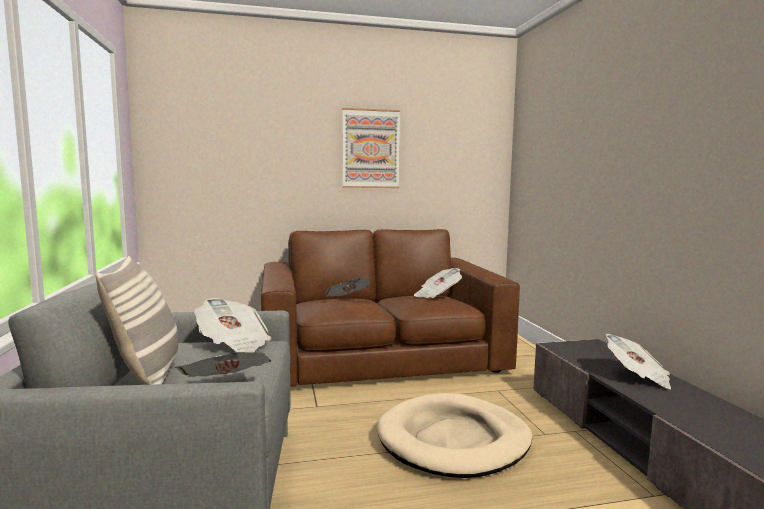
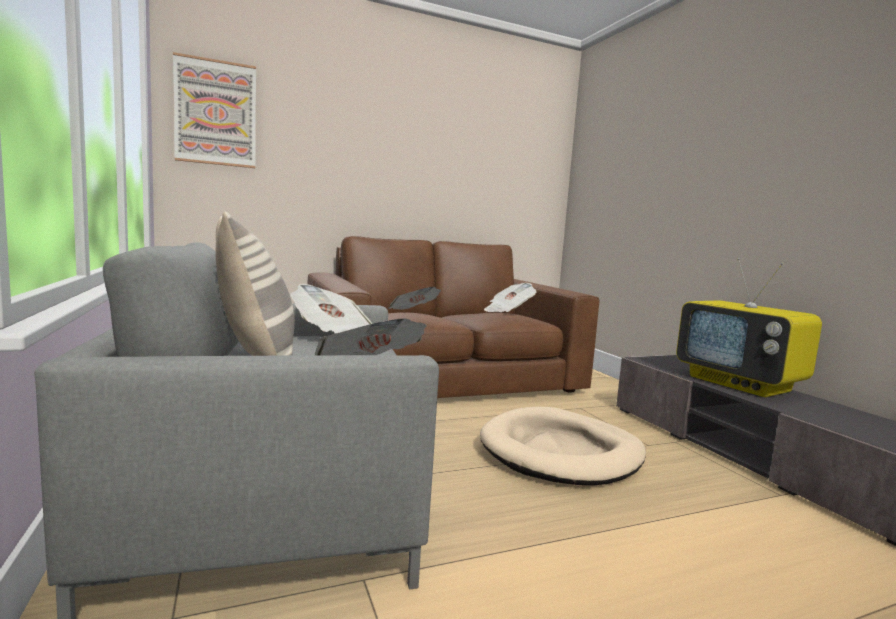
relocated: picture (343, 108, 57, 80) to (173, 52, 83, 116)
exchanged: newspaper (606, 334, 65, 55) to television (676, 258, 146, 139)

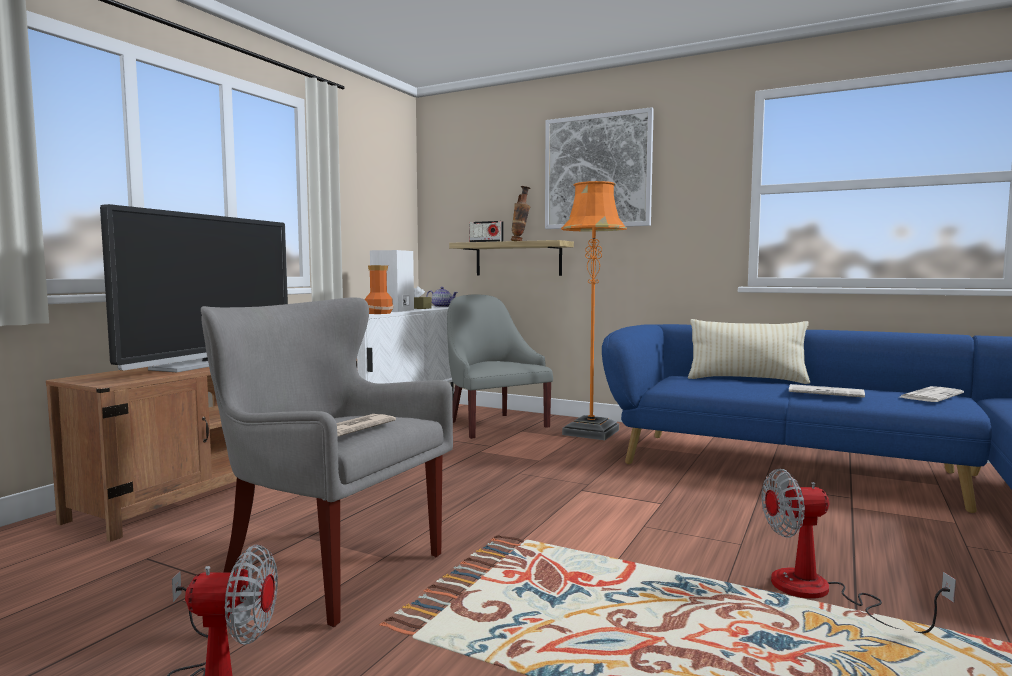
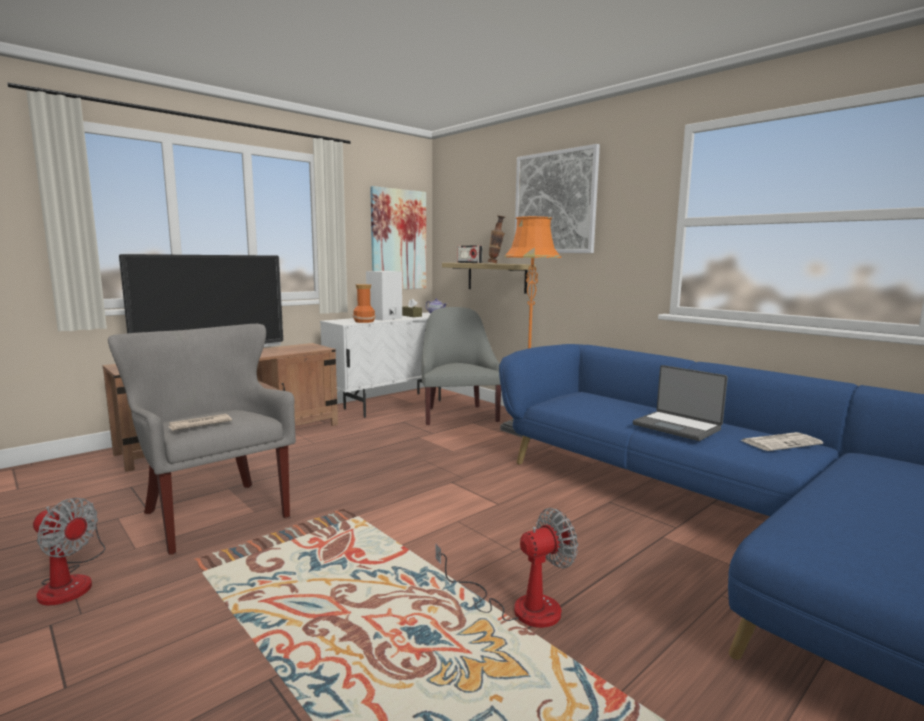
missing: beige pillow (688, 319, 122, 65)
appeared: picture (370, 186, 56, 103)
exchanged: newspaper (789, 384, 76, 14) to laptop (633, 365, 95, 76)
spun: fan (762, 469, 194, 165) = (435, 508, 143, 120) 135 degrees clockwise

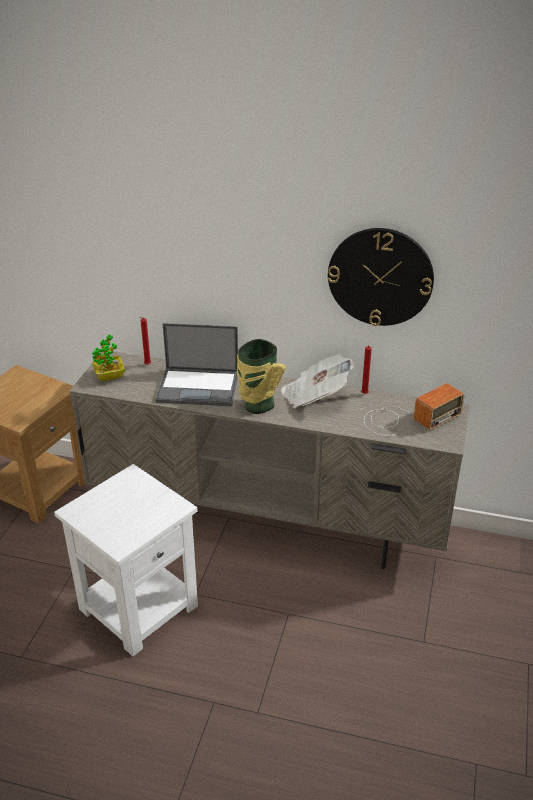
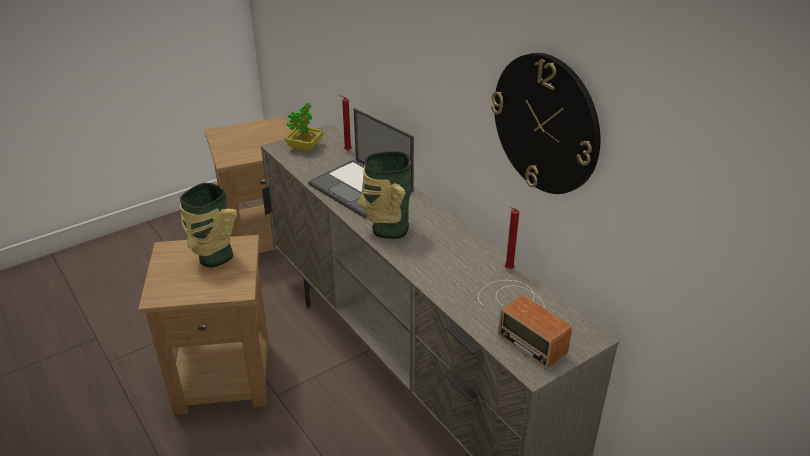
missing: newspaper (281, 355, 73, 53)
appeared: vase (180, 183, 57, 84)
colour: white side table (54, 464, 144, 192) to brown side table (138, 235, 131, 180)
spun: radio (364, 383, 101, 53) = (478, 280, 94, 89) 45 degrees clockwise

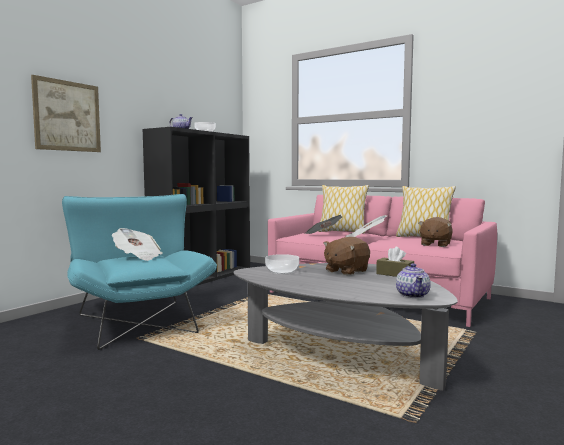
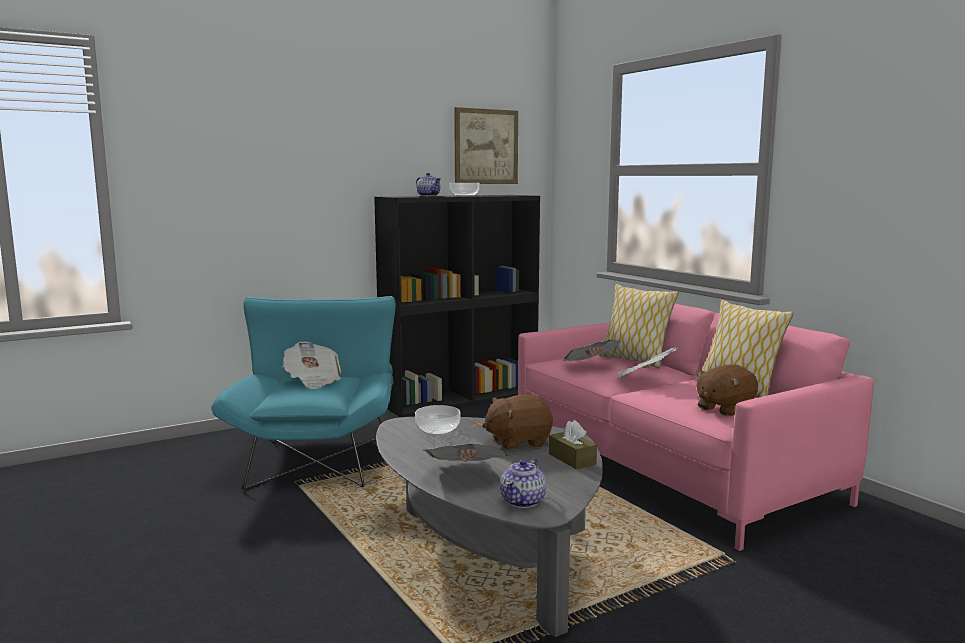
appeared: newspaper (424, 444, 84, 18)
relocated: picture (31, 75, 70, 77) to (454, 107, 64, 77)

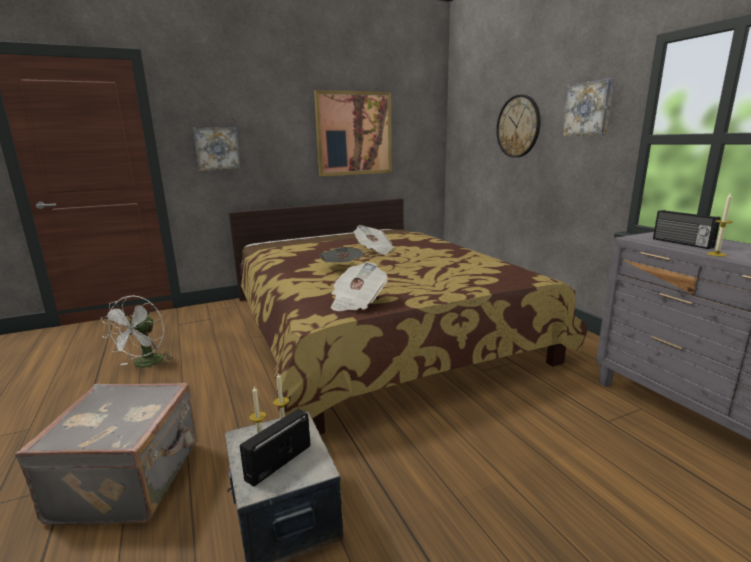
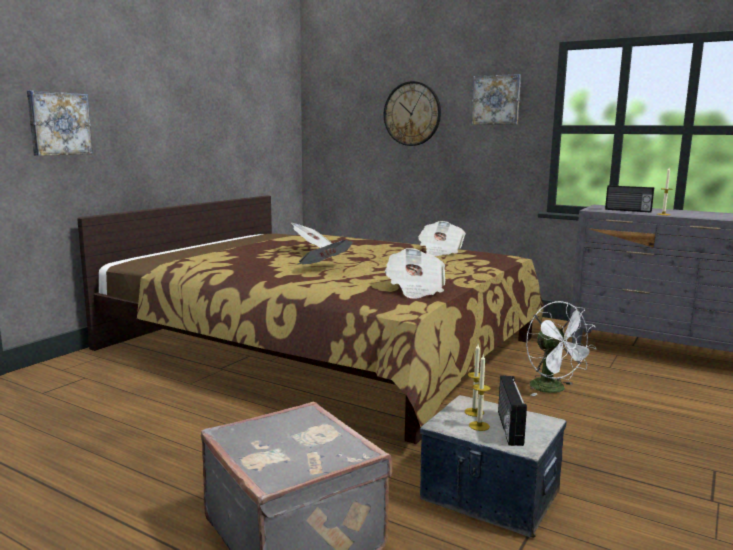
missing: picture (314, 90, 78, 86)
appeared: newspaper (418, 221, 48, 35)
relocated: white fan (101, 295, 72, 73) to (526, 301, 70, 95)

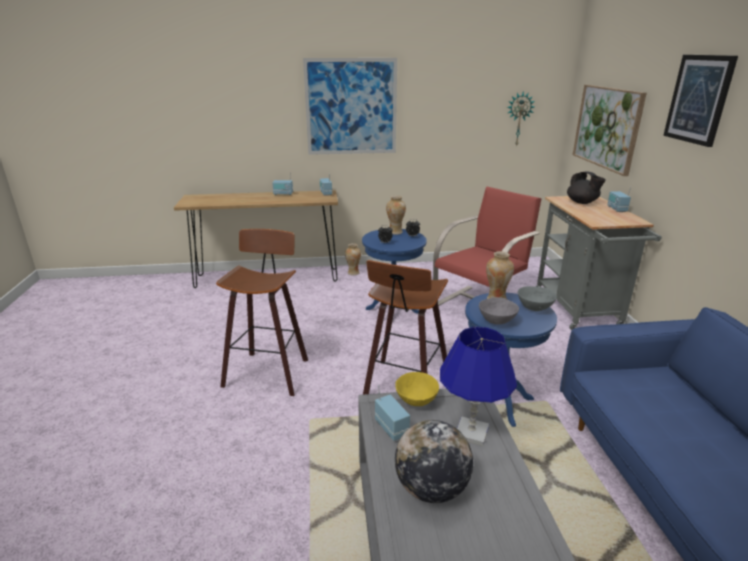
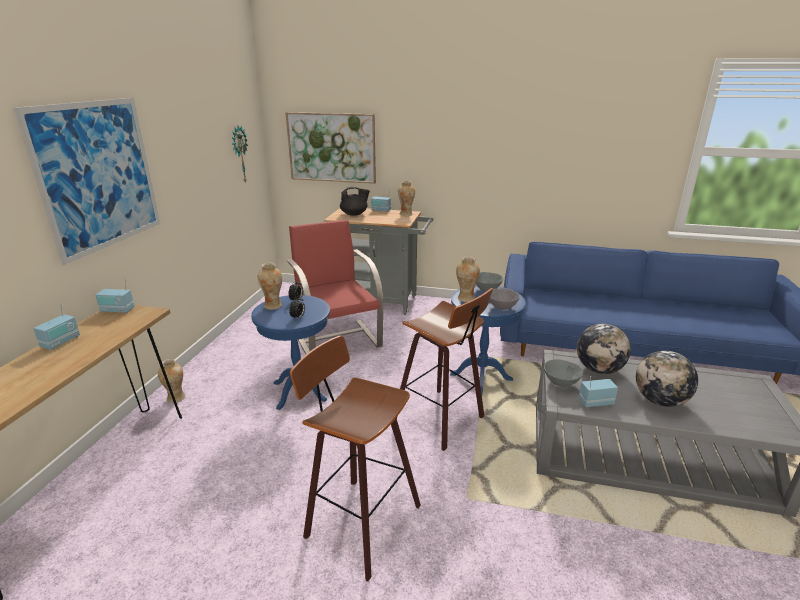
missing: picture (663, 55, 75, 92)
appeared: vase (398, 181, 17, 35)
exchanged: blue table lamp (440, 327, 77, 119) to globe (577, 324, 54, 50)
colour: yellow bowl (395, 372, 44, 34) to grey bowl (544, 359, 39, 28)

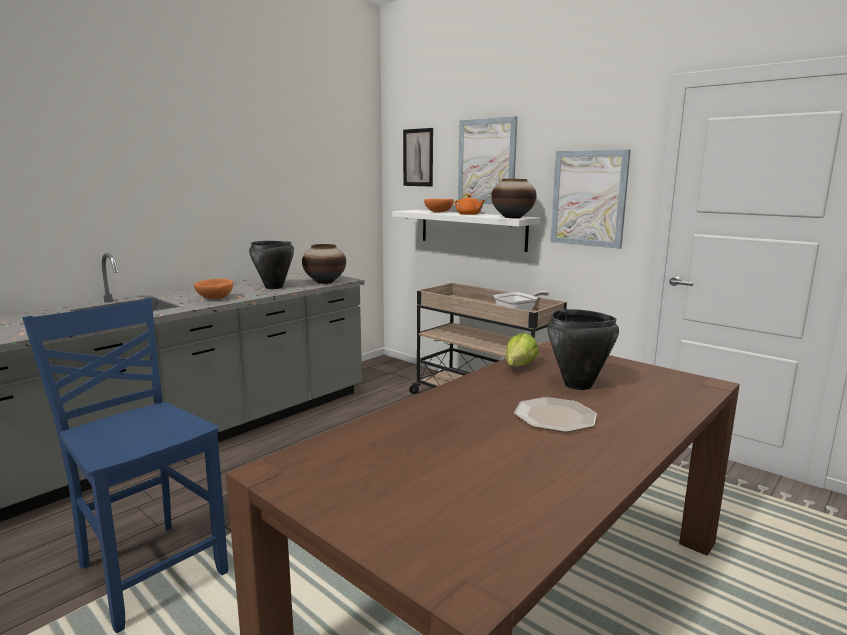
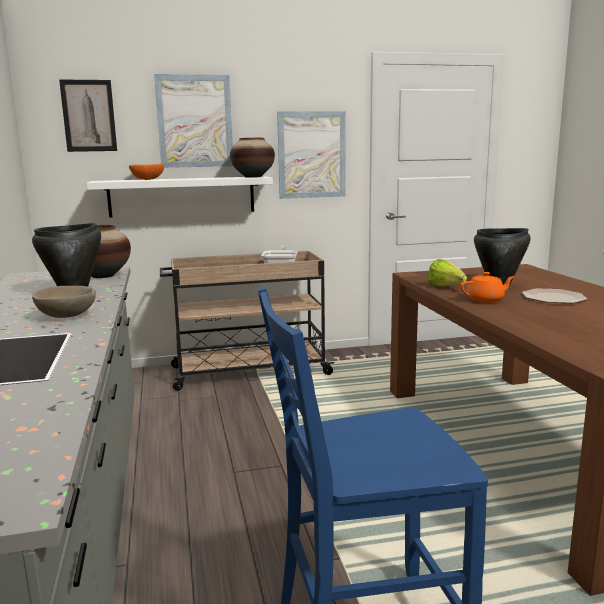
relocated: orange teapot (455, 195, 30, 20) to (460, 272, 55, 31)
colour: orange bowl (194, 278, 39, 21) to beige bowl (32, 286, 64, 32)

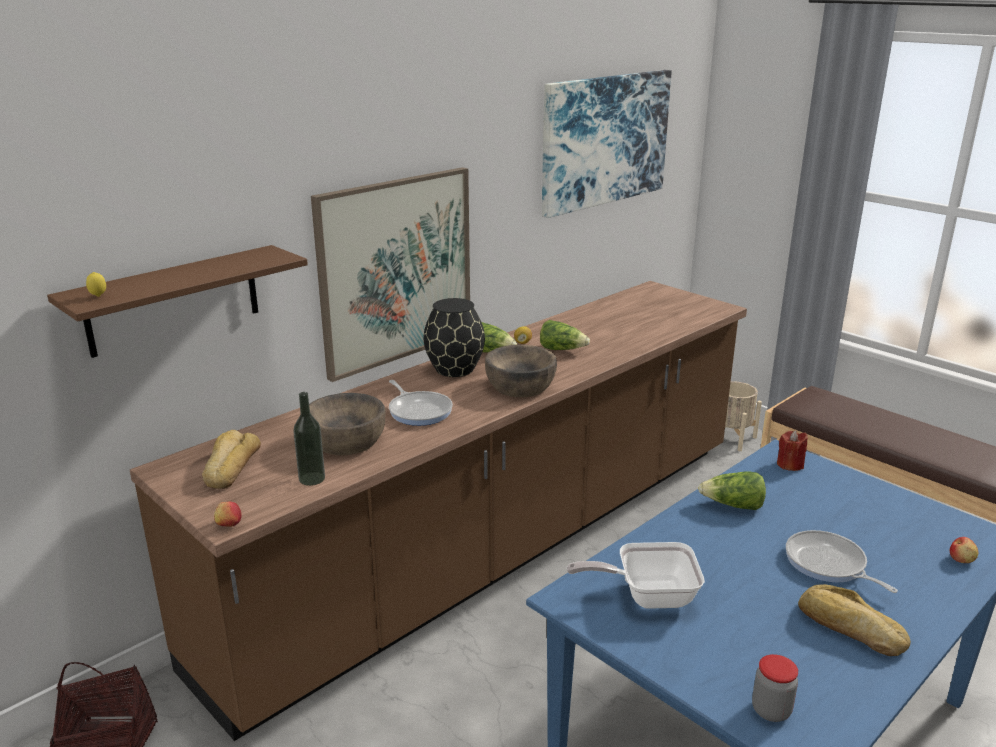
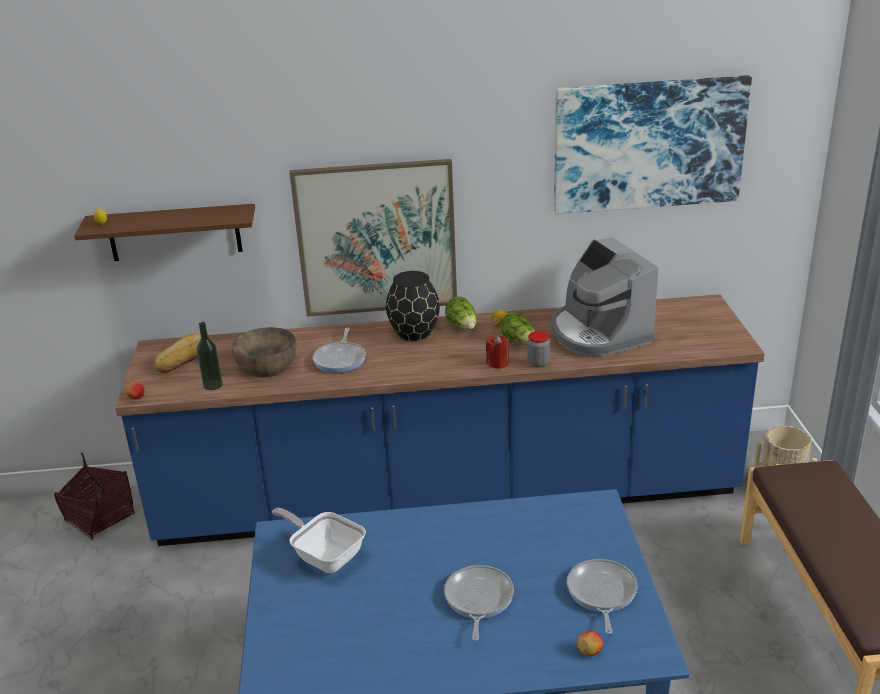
missing: brown bowl (485, 345, 72, 52); lettuce (698, 472, 68, 38); bread (798, 584, 113, 72)
appeared: coffee machine (551, 237, 107, 120); frying pan (567, 559, 70, 75)
relocated: red candle (777, 430, 31, 41) to (486, 335, 23, 34); jar (752, 654, 46, 68) to (527, 331, 23, 37)
colour: brown counter (130, 281, 617, 460) to blue counter (115, 294, 650, 252)

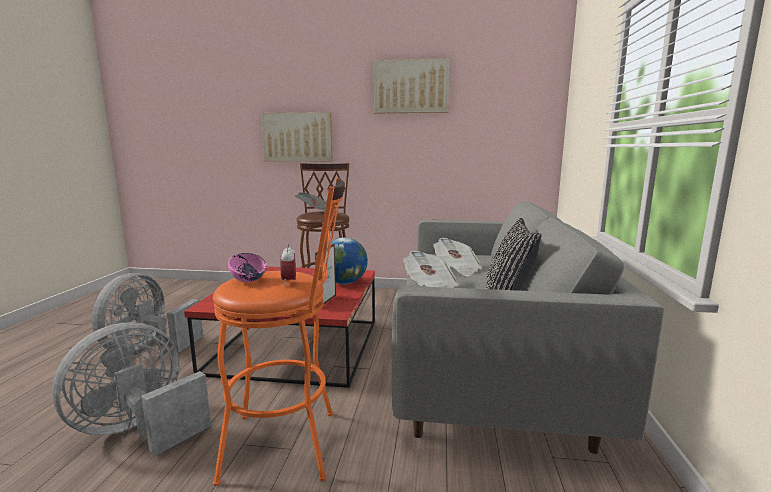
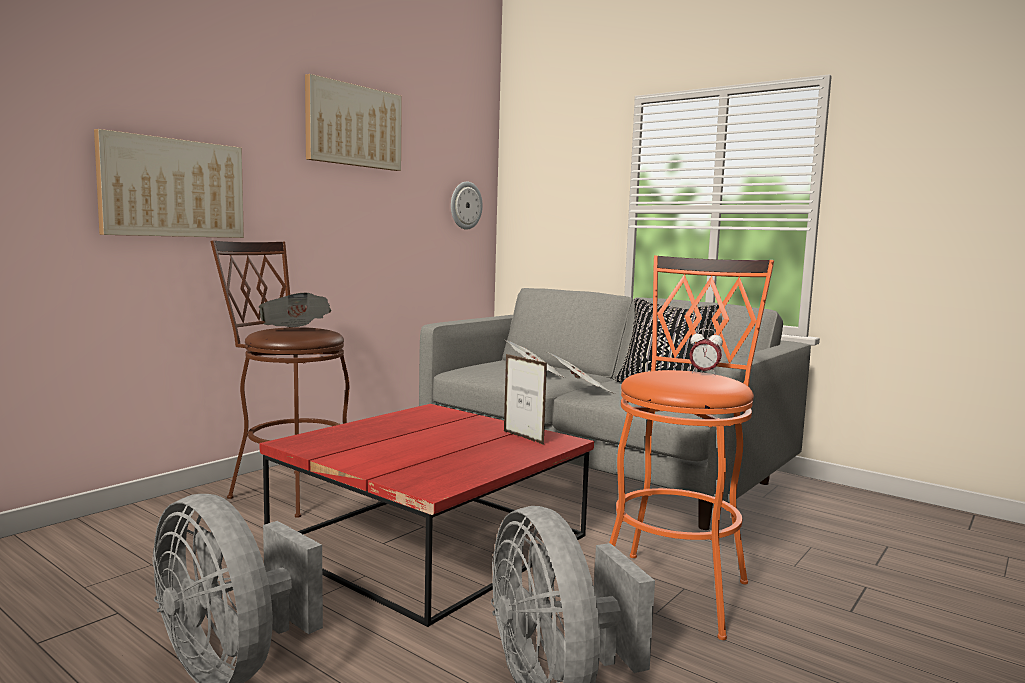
missing: globe (331, 237, 37, 47); pink bowl (228, 253, 39, 29)
appeared: wall clock (451, 182, 32, 48)

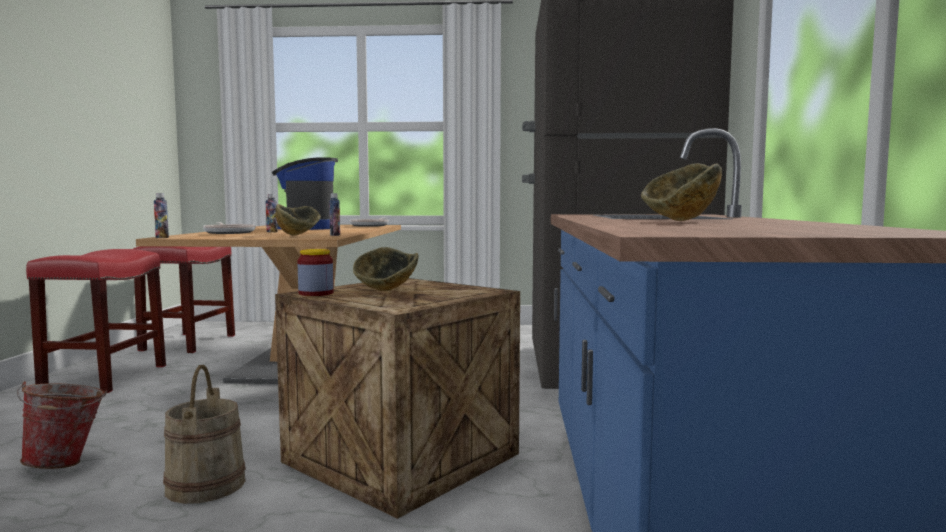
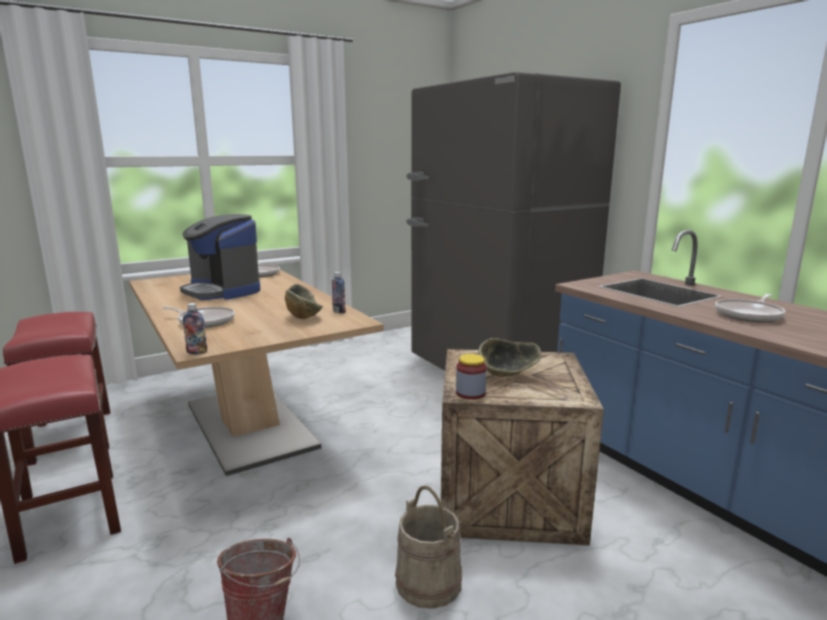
missing: bottle (266, 194, 12, 38)
exchanged: bowl (641, 163, 81, 58) to frying pan (715, 294, 71, 28)

